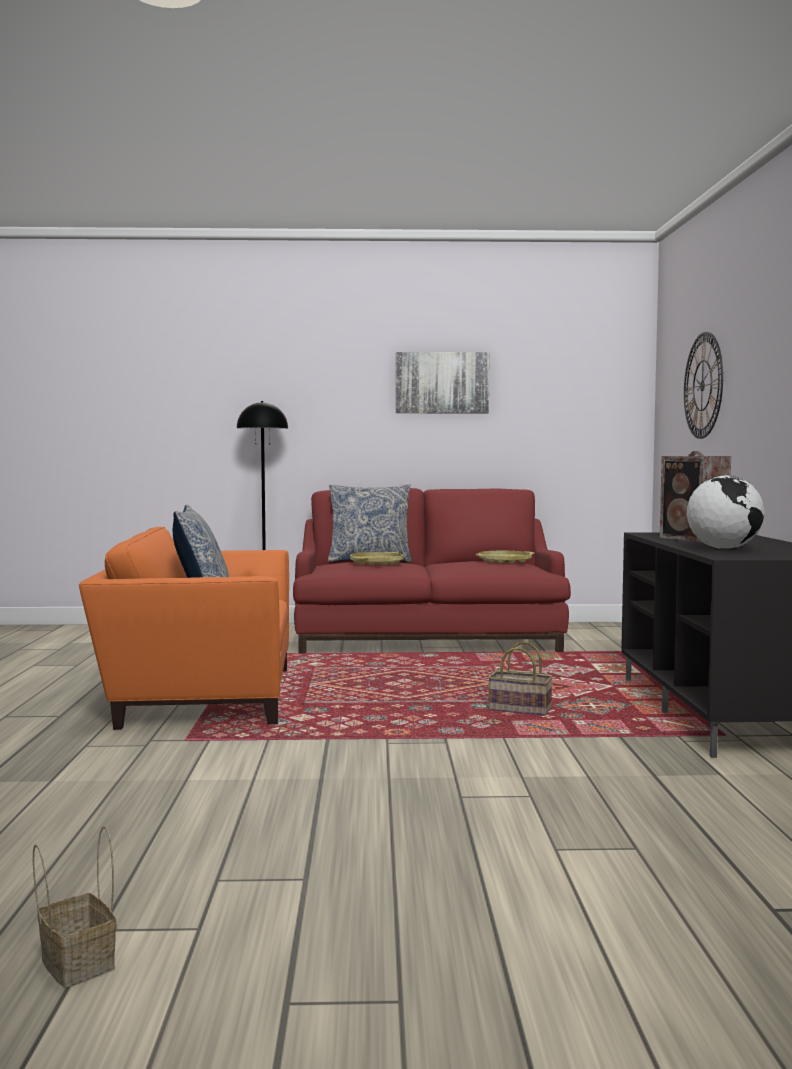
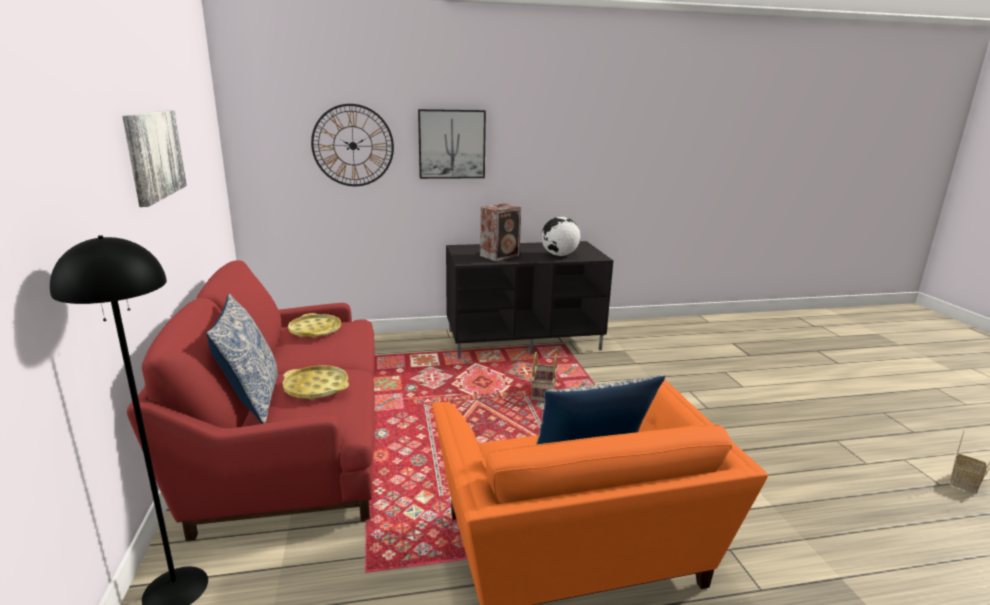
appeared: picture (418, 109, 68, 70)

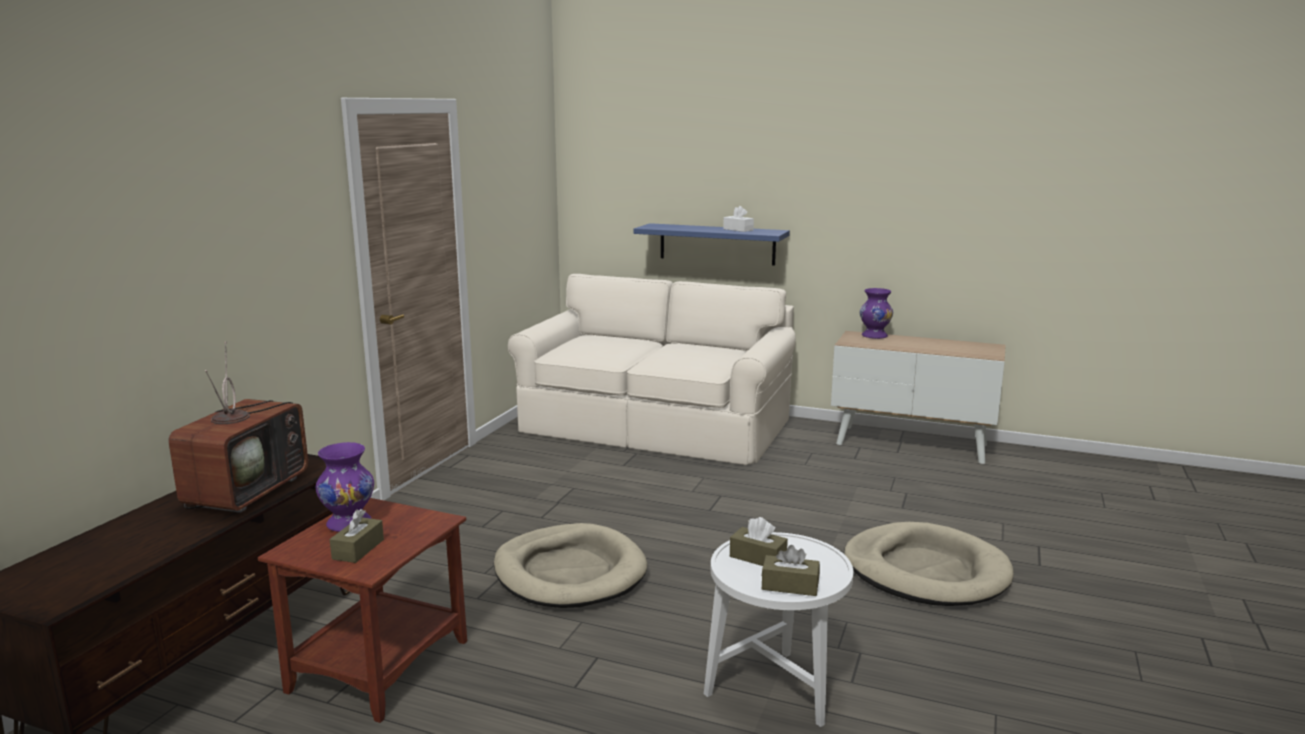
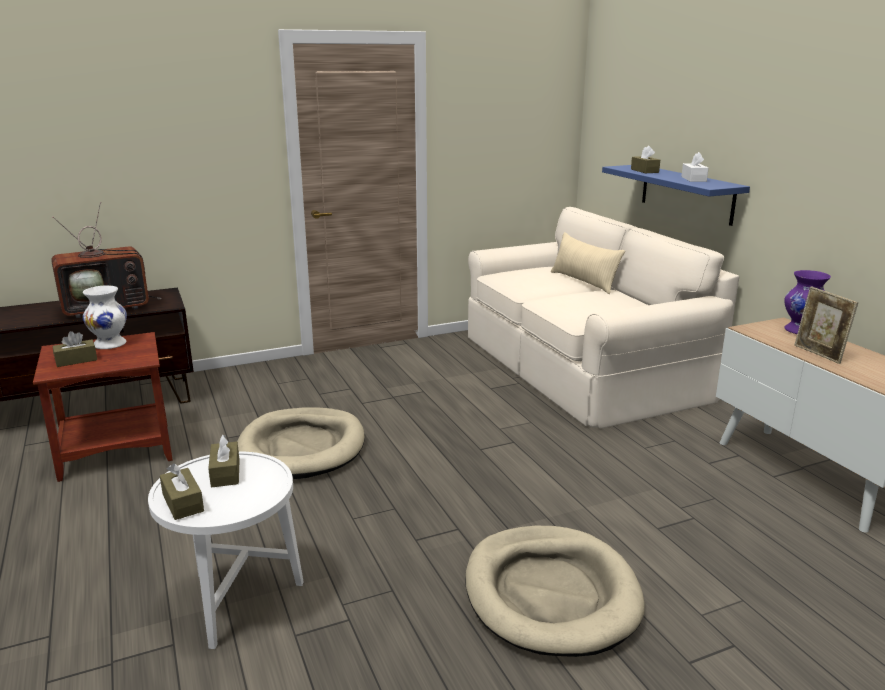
appeared: brown tissue box (631, 145, 29, 28); beige pillow (551, 232, 74, 62); picture frame (795, 286, 63, 78)
colour: purple vase (316, 442, 58, 90) to white vase (83, 286, 44, 63)

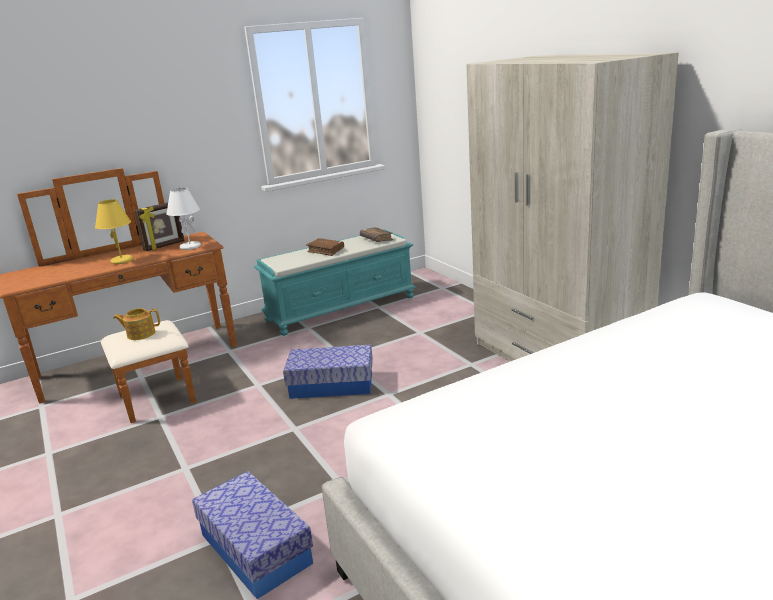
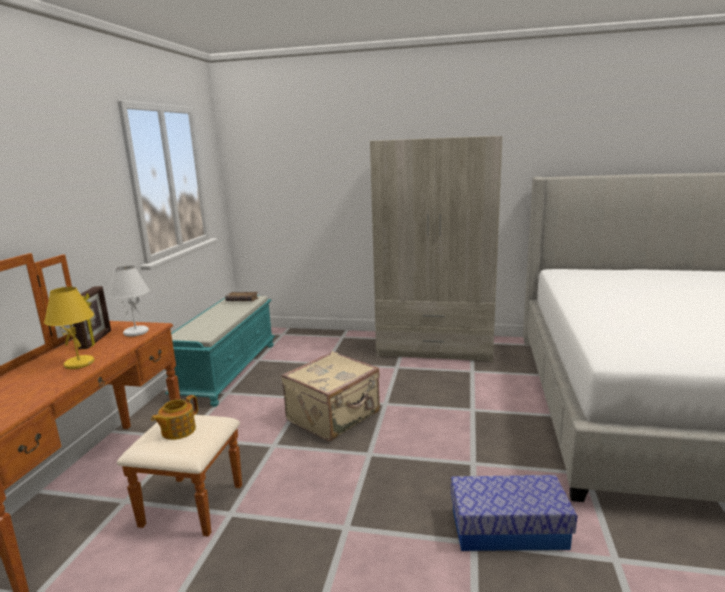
missing: brown book (306, 238, 38, 18)
exchanged: storage box (283, 345, 90, 54) to beige suitcase (281, 351, 99, 90)

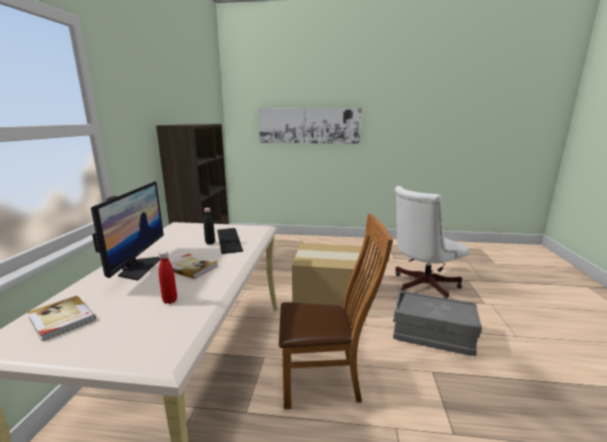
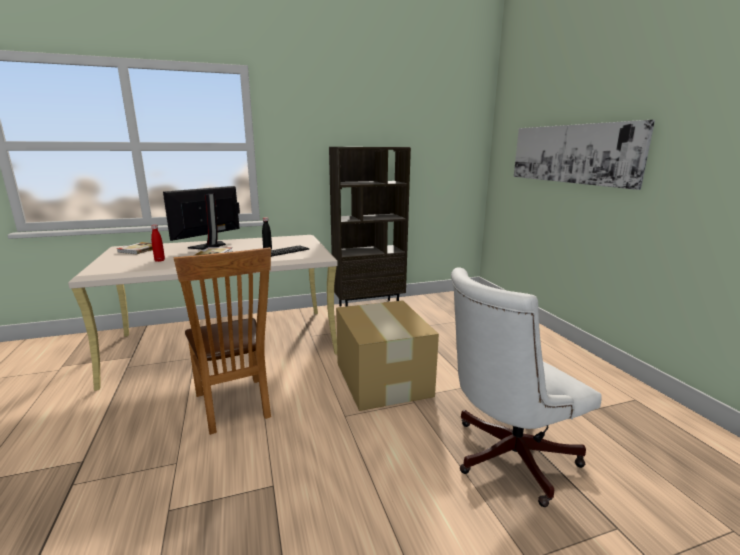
missing: grey storage box (393, 290, 89, 66)
spun: monitor (91, 181, 73, 100) = (163, 186, 77, 64) 150 degrees clockwise; white office chair (395, 186, 74, 113) = (451, 267, 151, 240) 60 degrees counterclockwise

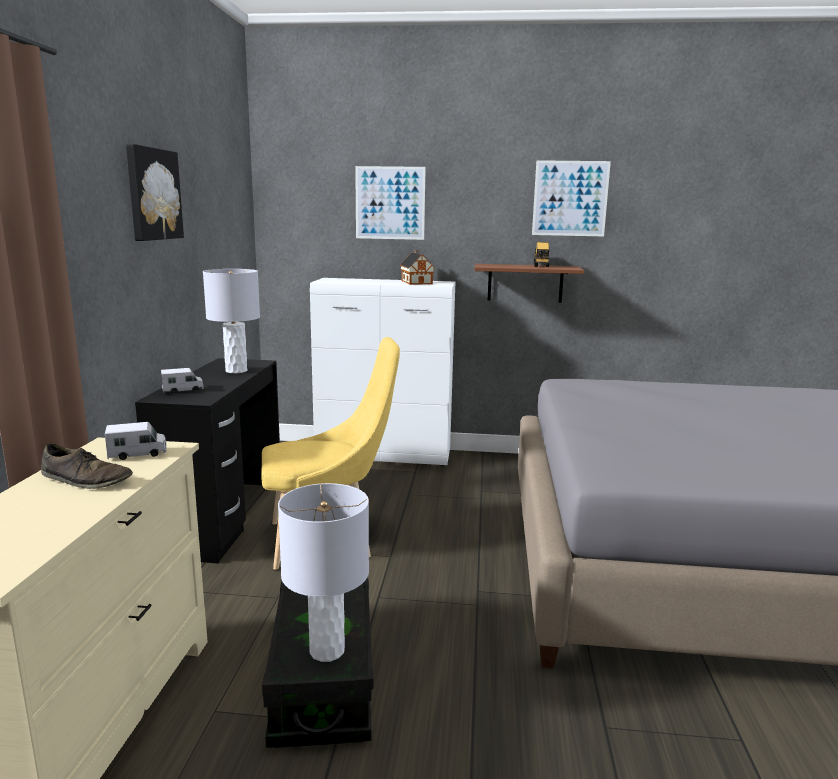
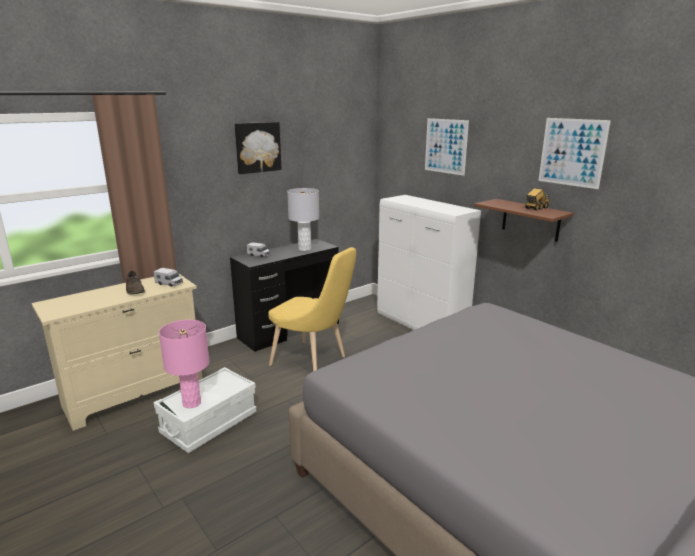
missing: toy house (399, 250, 36, 35)
colour: grey table lamp (278, 483, 91, 179) to pink table lamp (159, 320, 51, 88); black storage box (262, 578, 112, 170) to white storage box (154, 367, 102, 86)

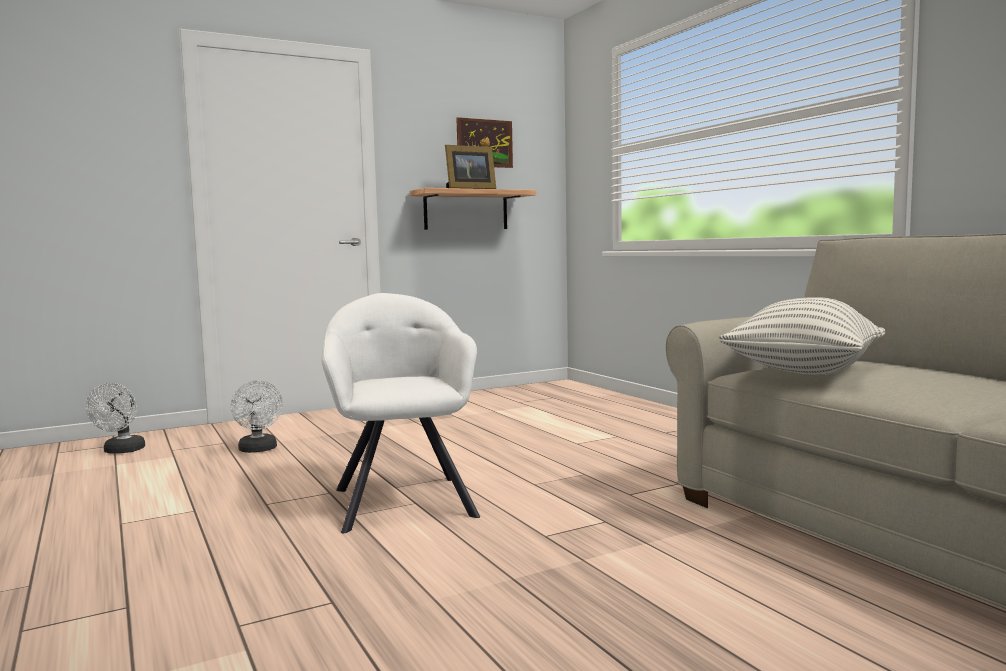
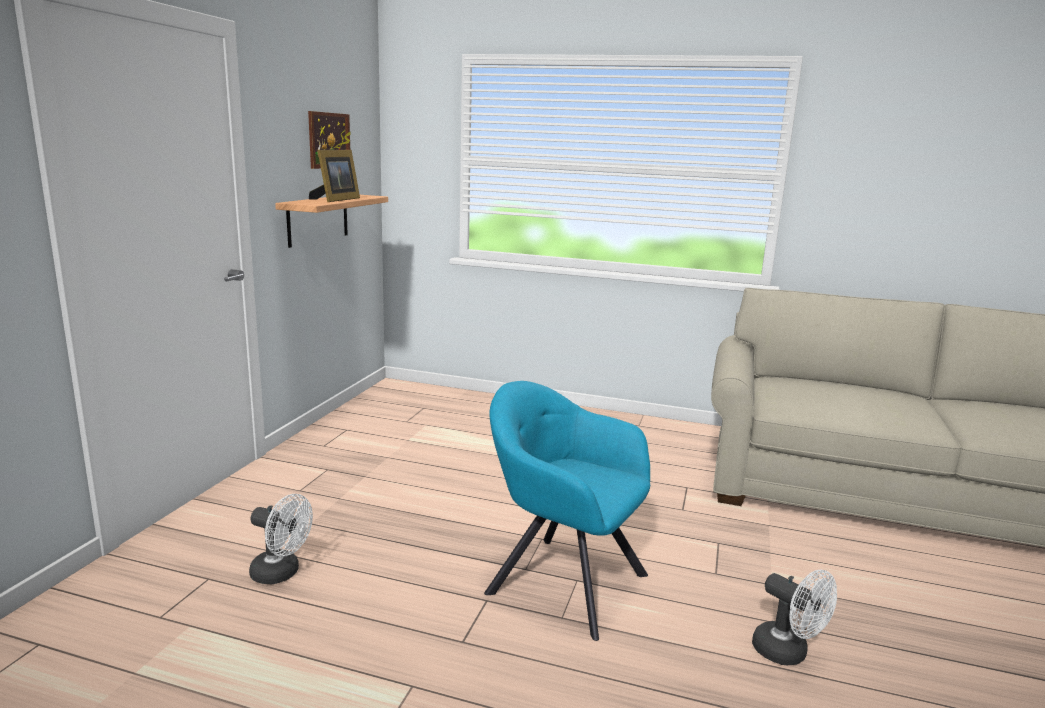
missing: pillow (719, 297, 166, 78)
relocated: white fan (86, 383, 59, 71) to (752, 569, 85, 96)
colour: white armchair (322, 293, 158, 240) to turquoise armchair (484, 381, 166, 260)

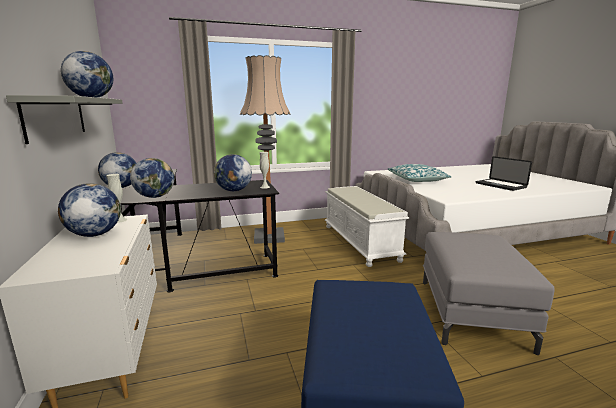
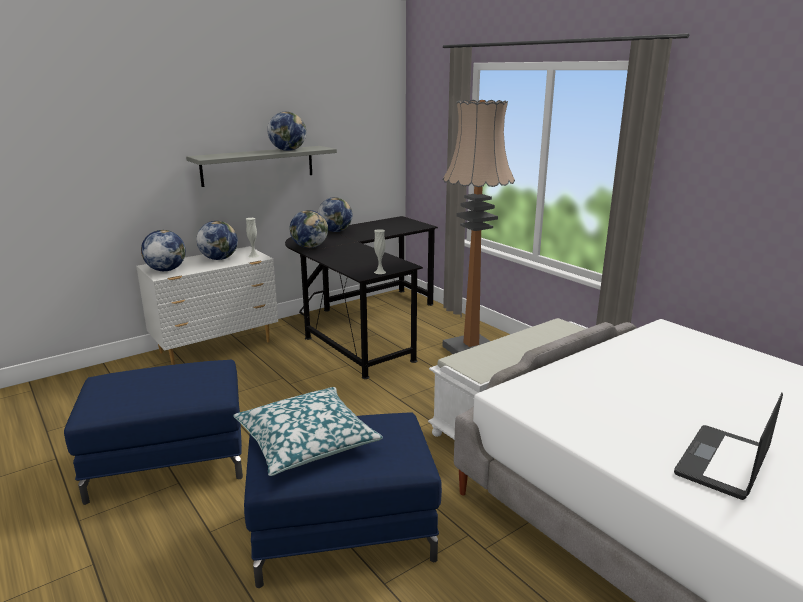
relocated: globe (214, 154, 38, 37) to (141, 230, 45, 41); pillow (388, 164, 64, 18) to (233, 387, 150, 89)
colour: grey ottoman (423, 232, 132, 123) to blue ottoman (244, 412, 198, 176)

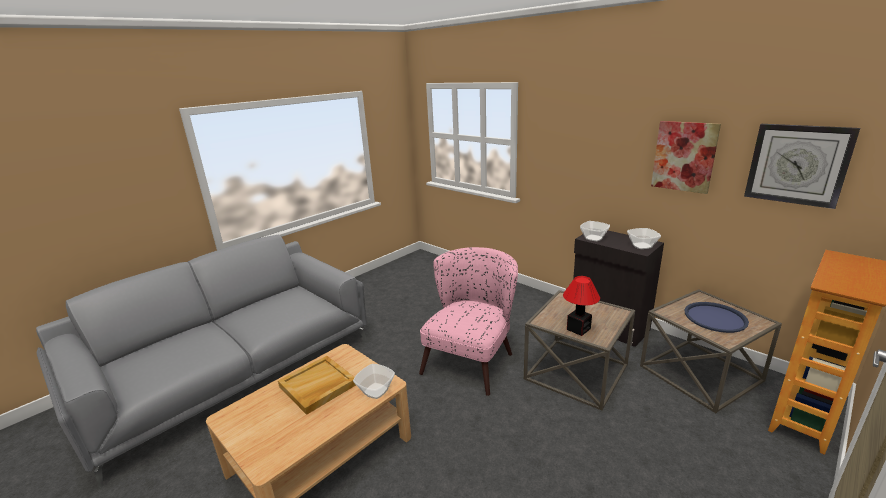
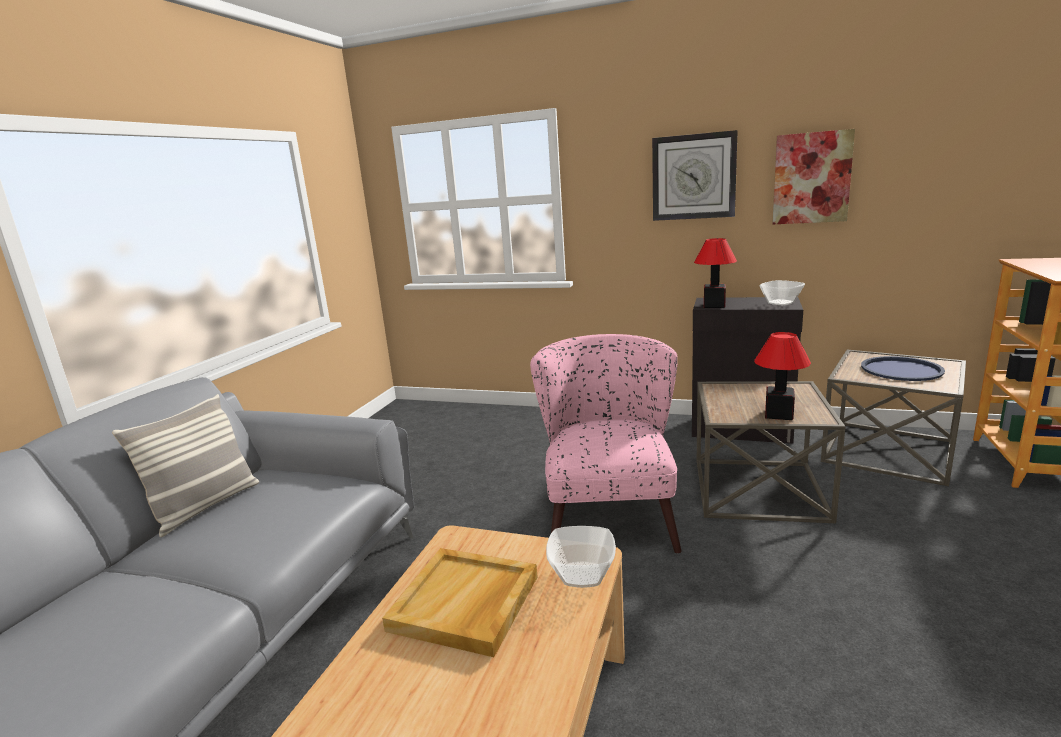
appeared: pillow (112, 394, 147, 143)
relocated: wall clock (744, 124, 116, 85) to (652, 130, 86, 91)
exchanged: bowl (580, 221, 30, 20) to table lamp (694, 238, 43, 70)

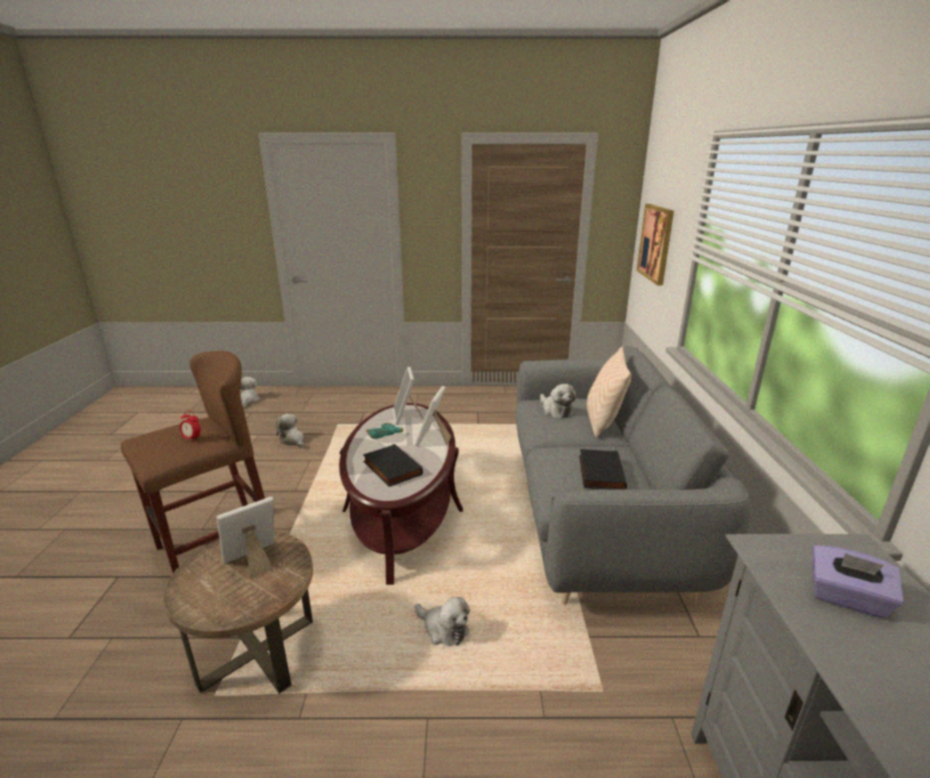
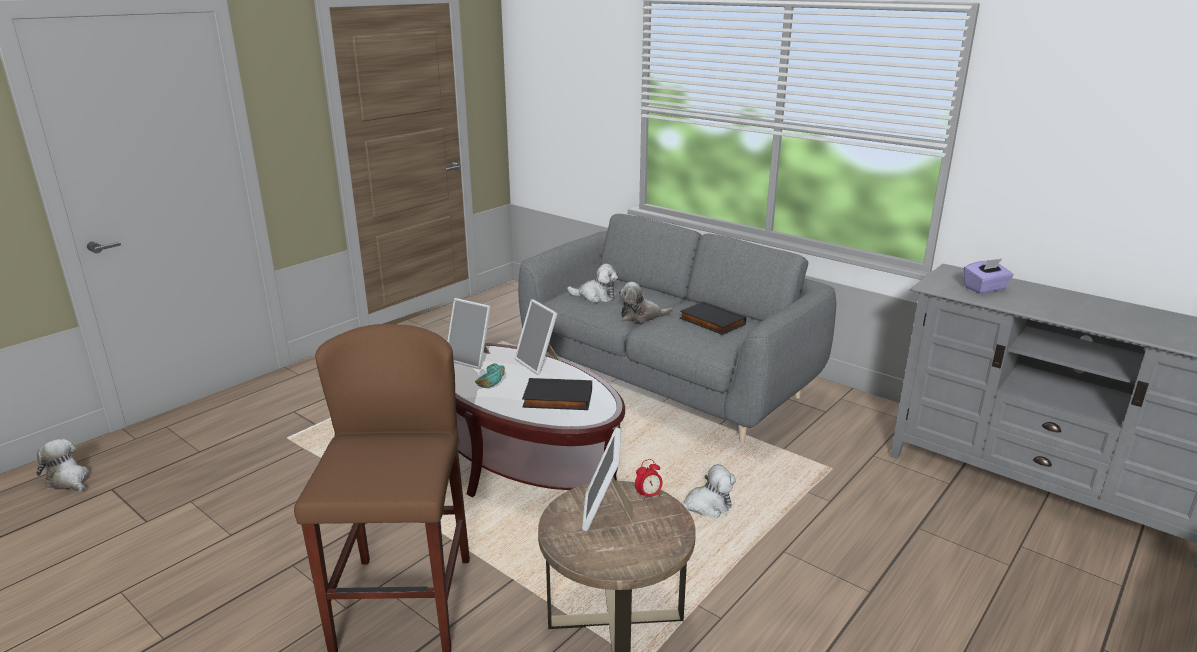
missing: picture (637, 204, 37, 81); beige pillow (587, 346, 44, 91)
relocated: alarm clock (180, 410, 21, 32) to (635, 459, 27, 42); plush toy (276, 414, 29, 34) to (618, 282, 55, 41)

